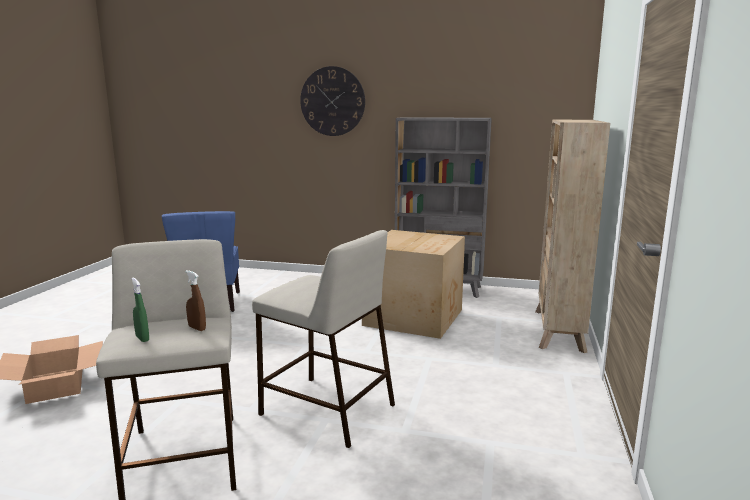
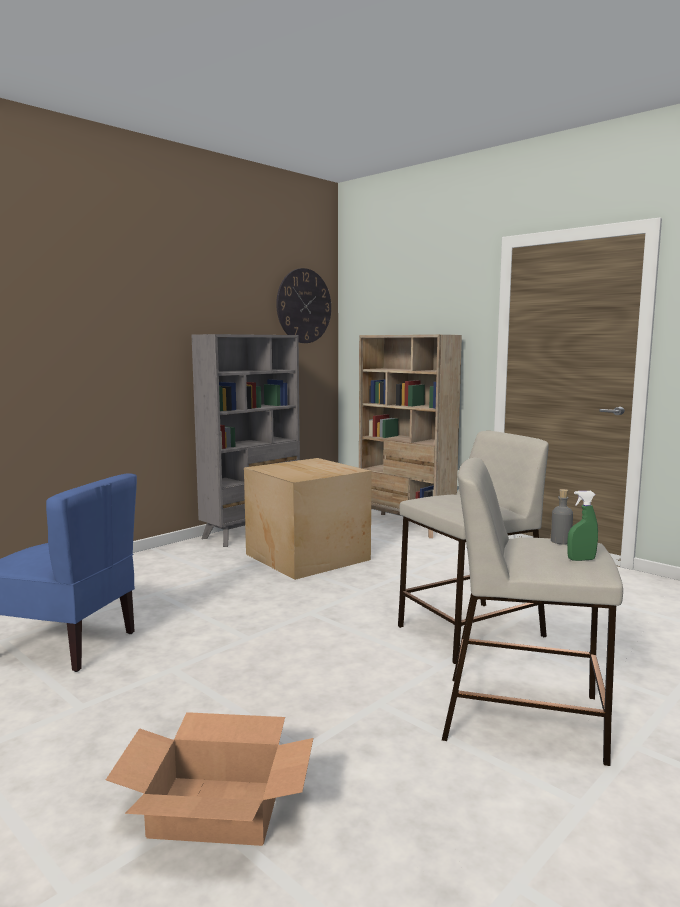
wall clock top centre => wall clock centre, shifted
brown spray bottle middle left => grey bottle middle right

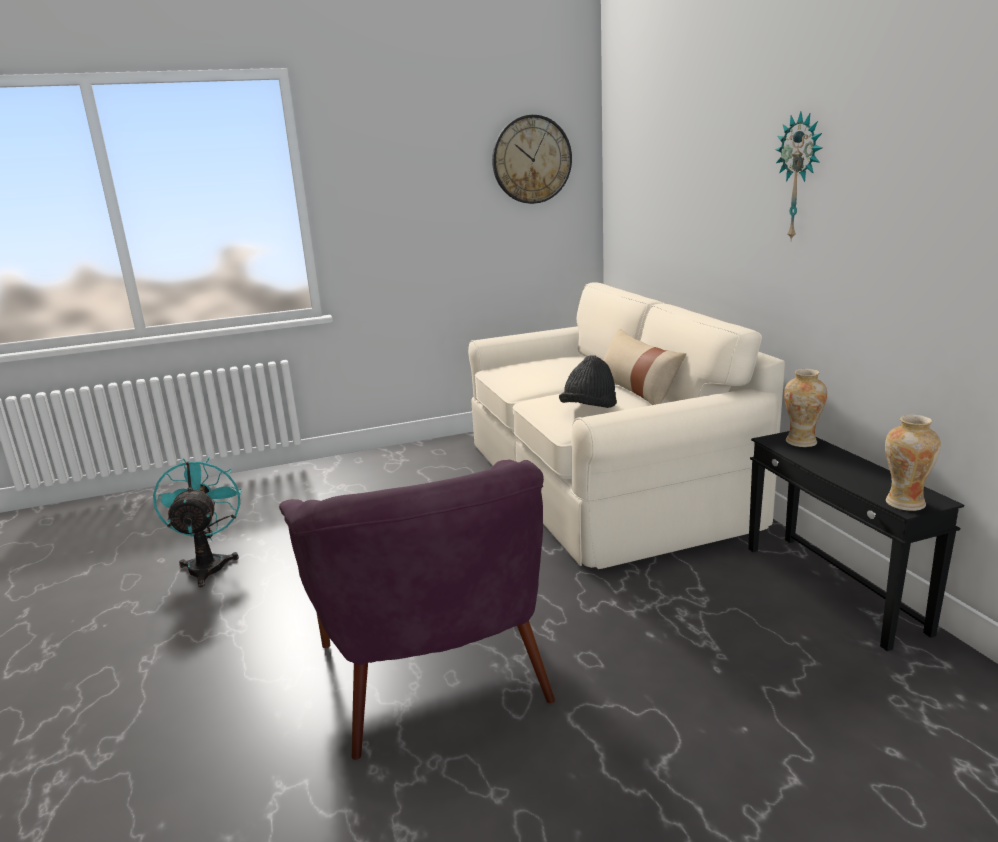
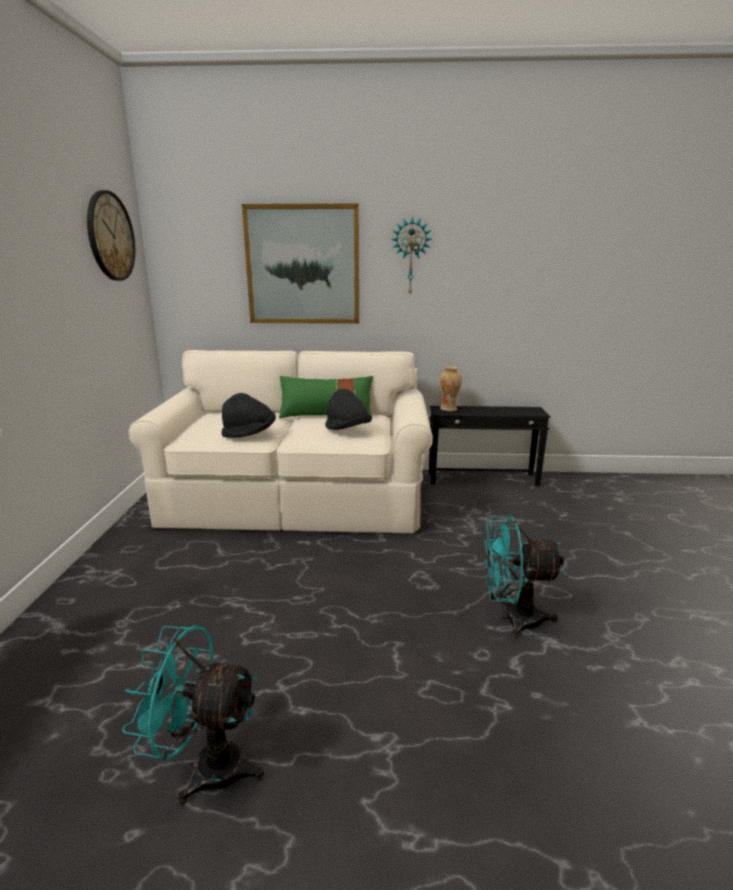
nothing => black hat (no. 1 from left) centre
nothing => picture top centre
beige pillow centre => green pillow centre
purple armchair bottom centre => turquoise fan (no. 2 from left) middle right
vase (no. 2 from left) middle right => nothing

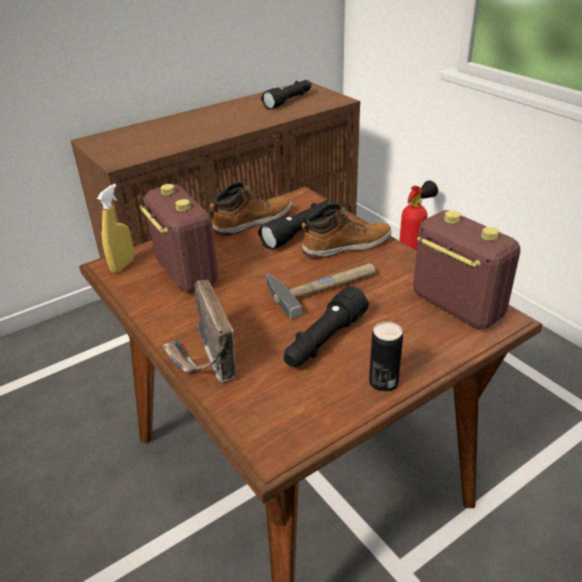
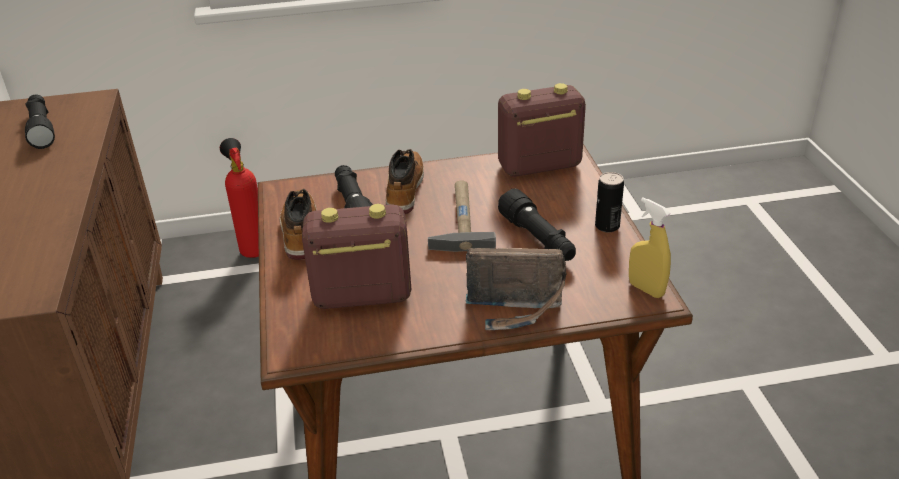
yellow spray bottle middle left => yellow spray bottle middle right, shifted

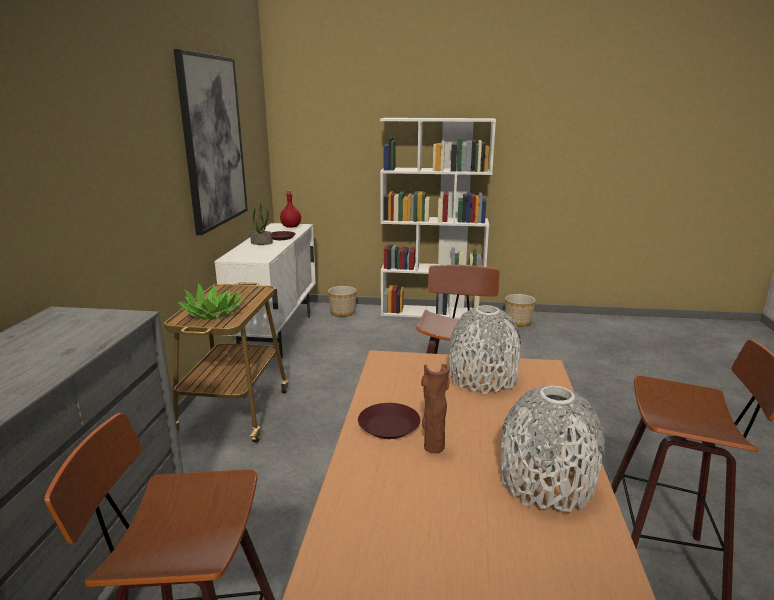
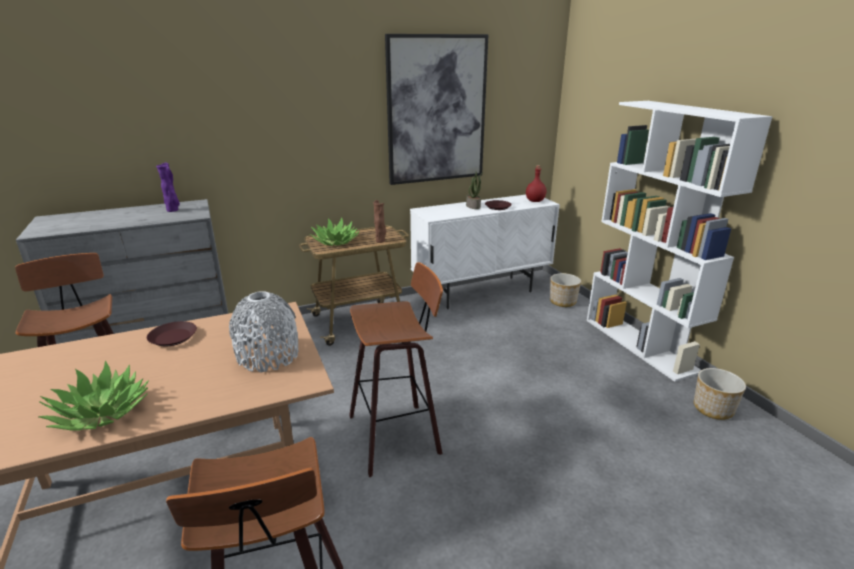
grey vase (no. 2 from left) bottom right => potted plant (no. 1 from left) bottom left
nothing => purple vase top left
brown vase bottom centre => brown vase centre, shifted

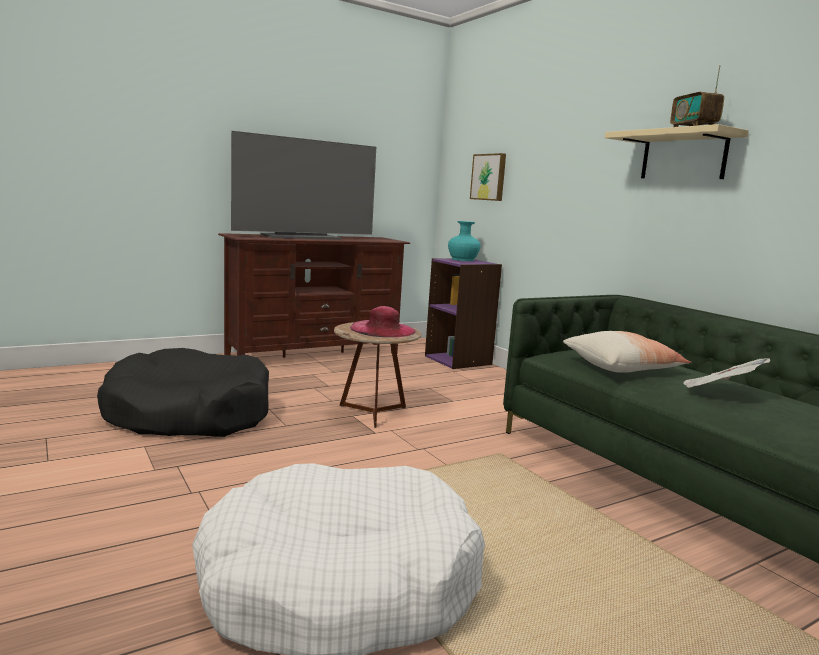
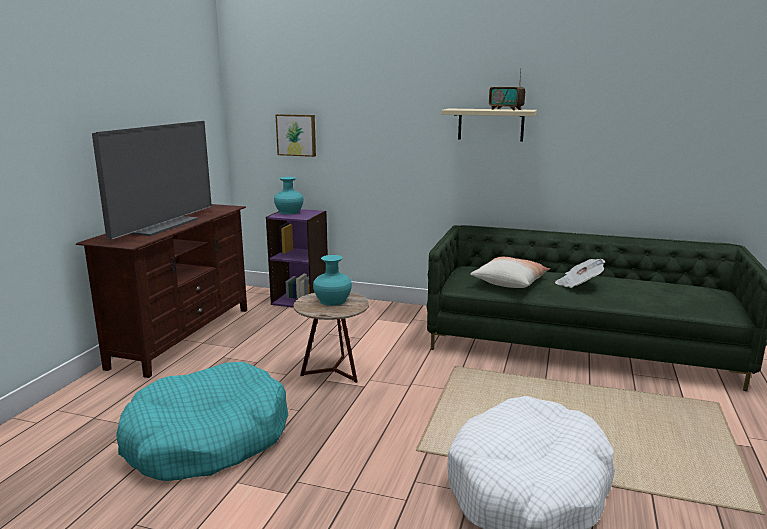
black dog bed middle left => turquoise dog bed bottom left
pink hat centre => turquoise vase (no. 2 from left) centre

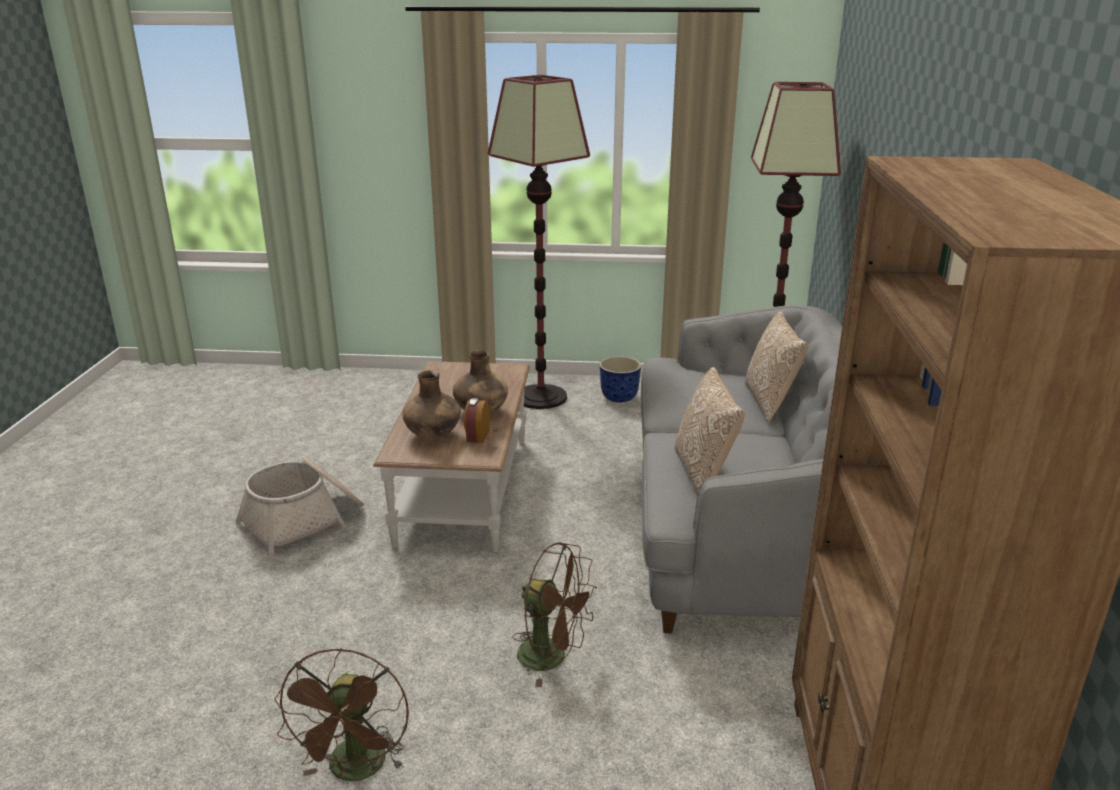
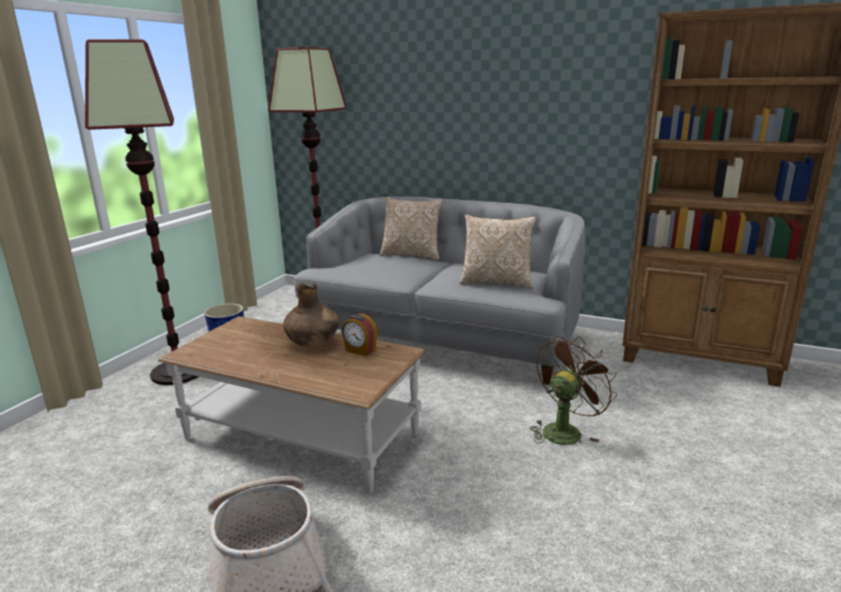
brown fan (no. 1 from left) bottom left => nothing
brown vase (no. 1 from left) centre => nothing

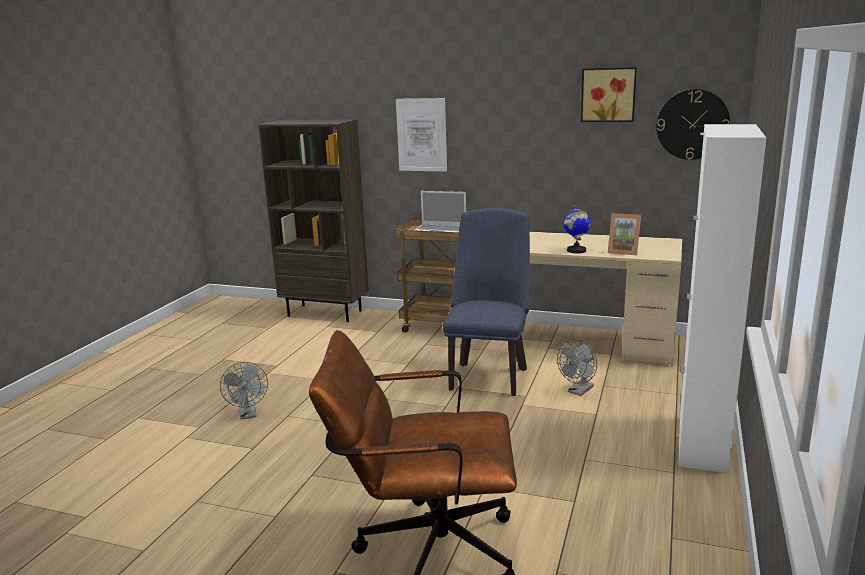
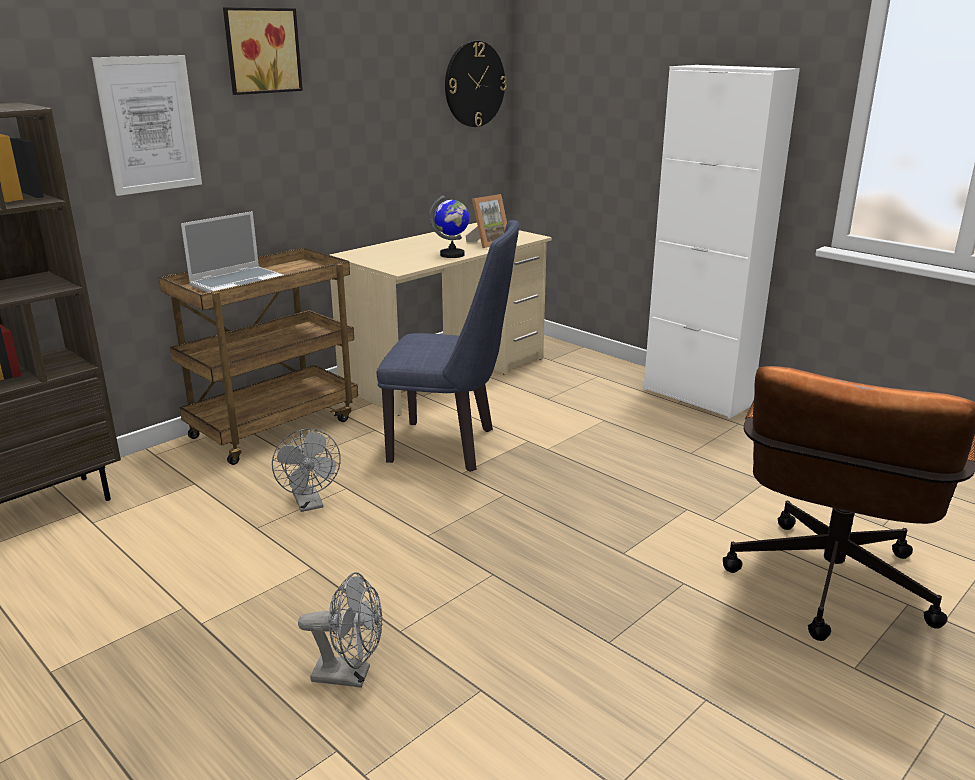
picture (no. 2 from left) top right => picture (no. 2 from left) top left, shifted
grey fan (no. 2 from left in the first image) middle right => grey fan (no. 1 from left) middle left, shifted
blue chair centre, 150 degrees clockwise

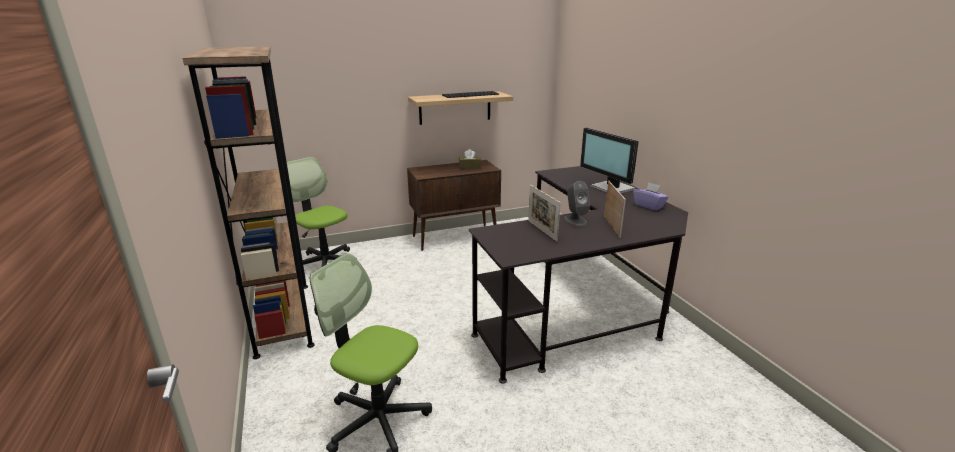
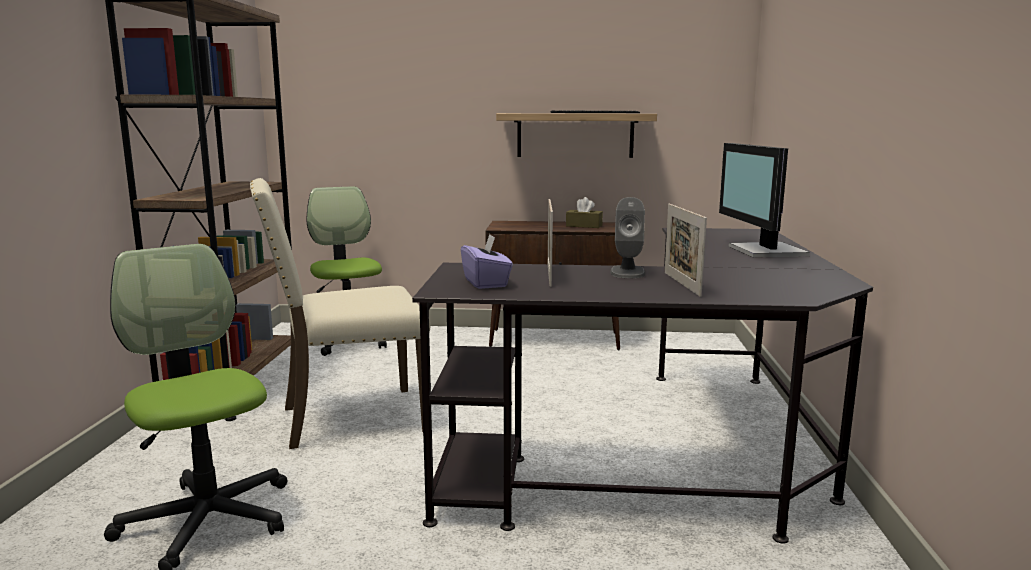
nothing => beige chair middle left
purple tissue box middle right => purple tissue box centre, shifted
picture frame (no. 2 from left) centre, 150 degrees clockwise

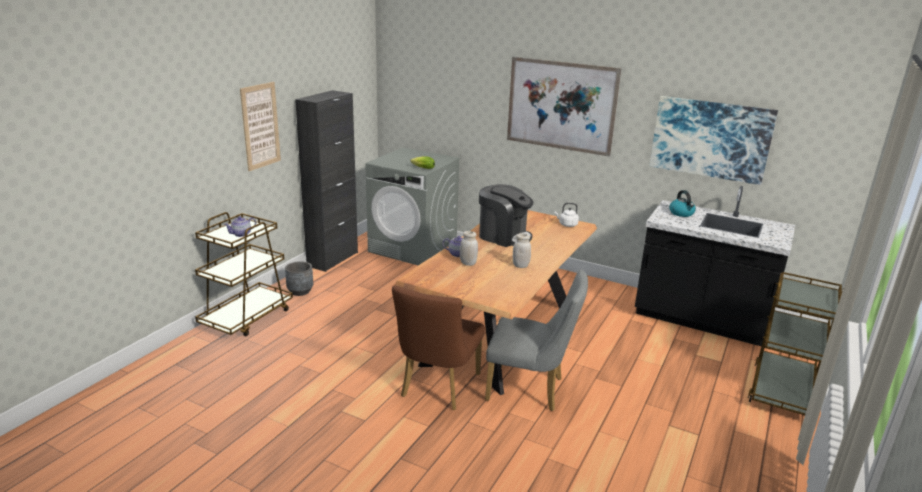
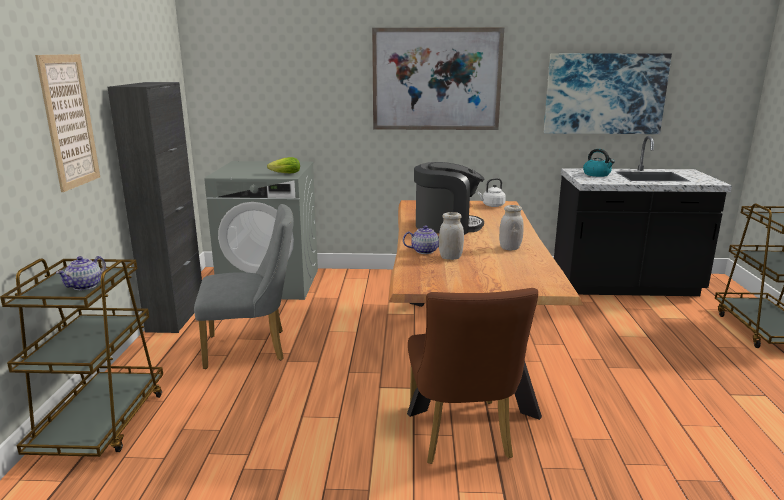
grey chair bottom centre => grey chair middle left, shifted
grey planter middle left => nothing

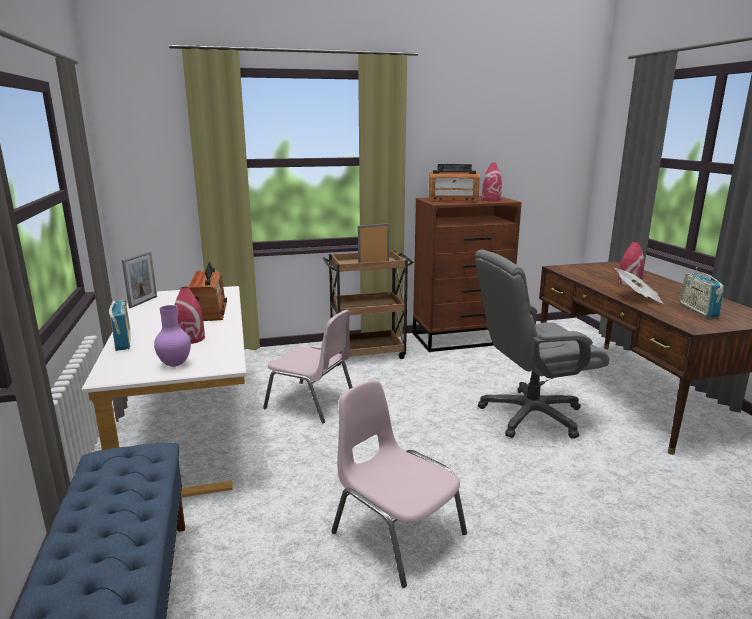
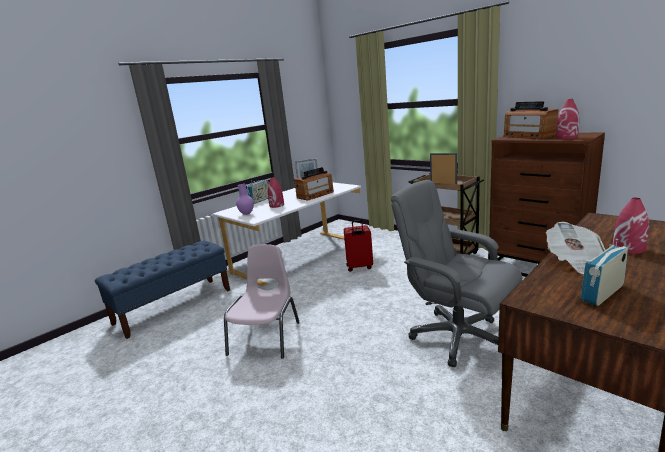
pink chair (no. 1 from left) centre => red suitcase centre

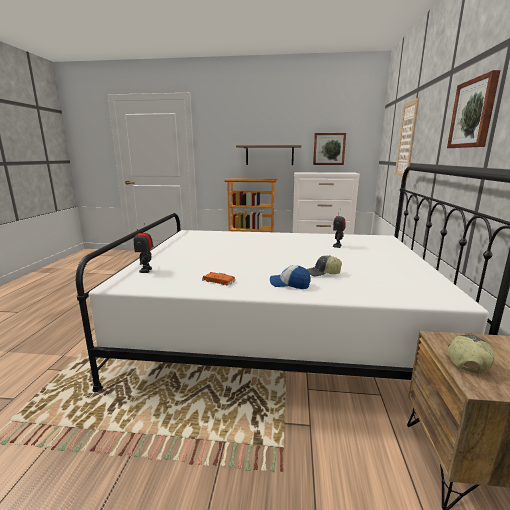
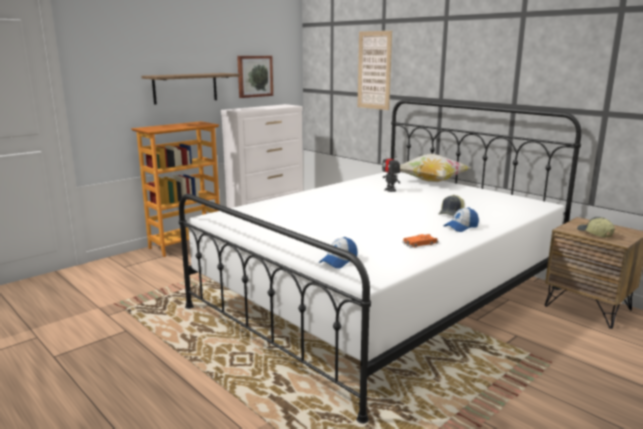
toy robot (no. 1 from left) middle left => cap (no. 1 from left) centre
nothing => pillow middle right
picture (no. 3 from left) top right => nothing

